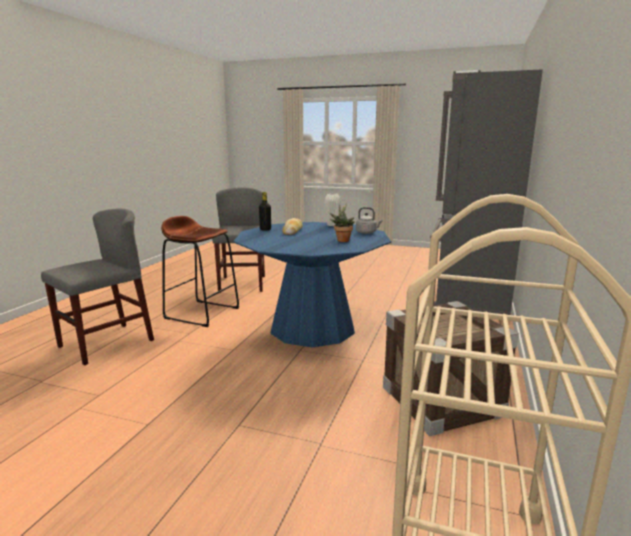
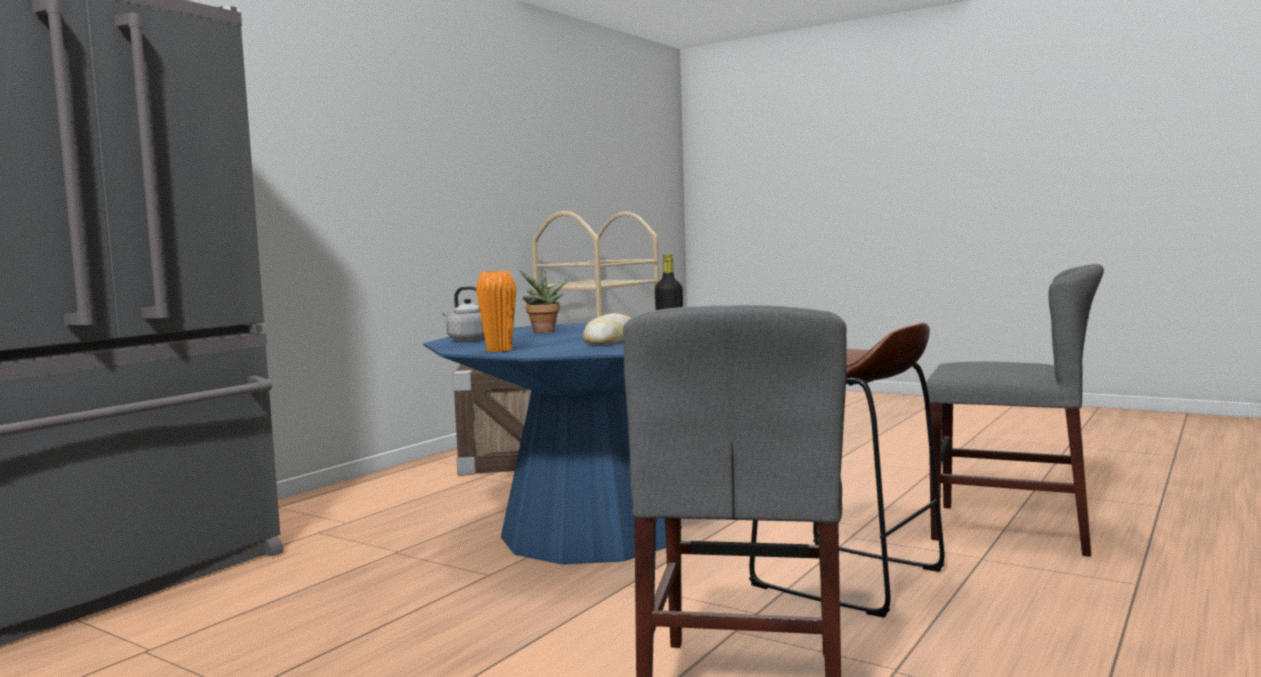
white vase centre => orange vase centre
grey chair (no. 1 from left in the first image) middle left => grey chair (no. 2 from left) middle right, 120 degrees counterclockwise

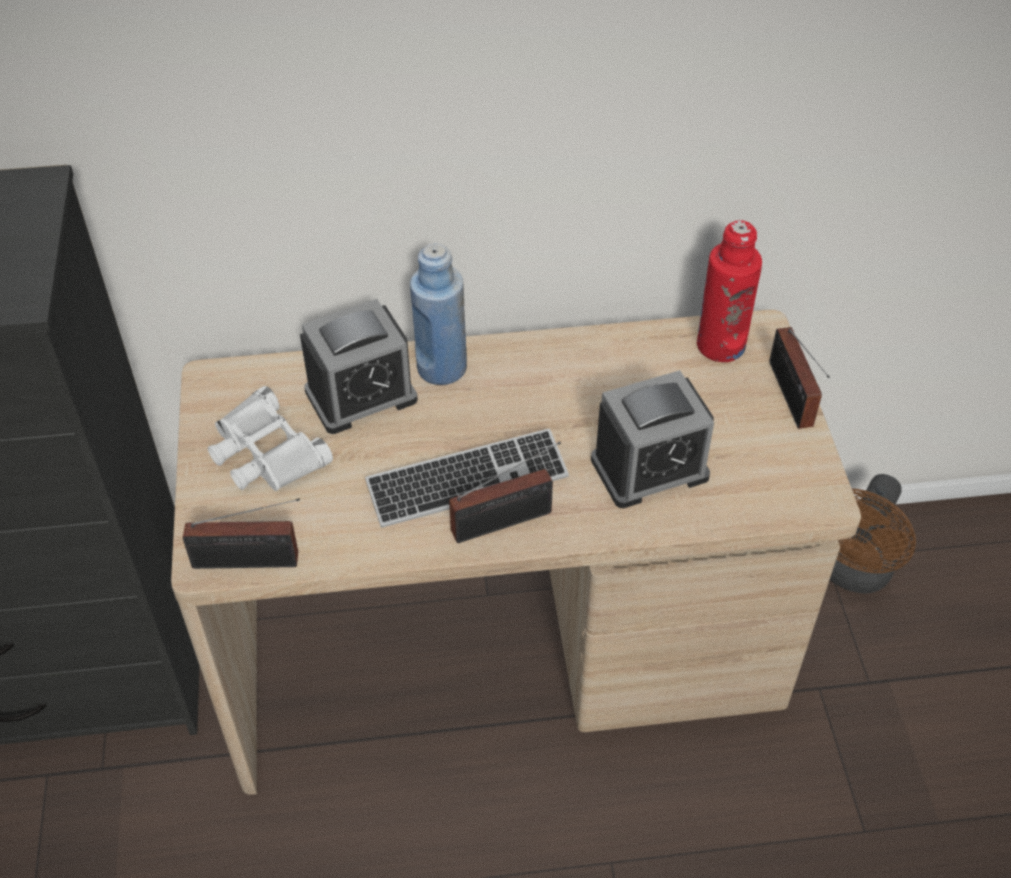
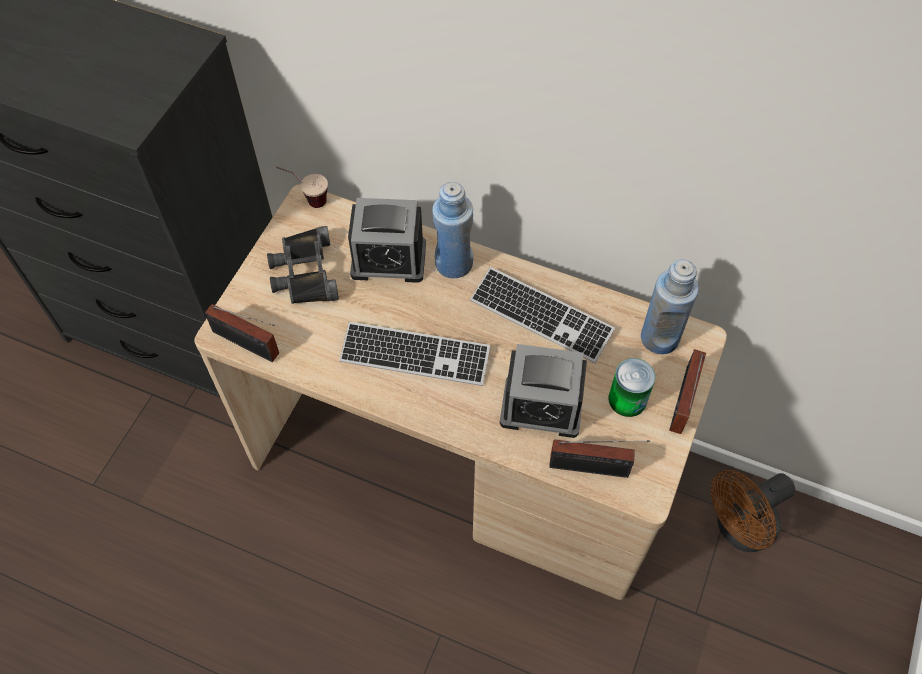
white binoculars middle left => black binoculars middle left
nothing => cup top left
nothing => keyboard (no. 2 from left) centre
radio (no. 2 from left) centre => radio (no. 2 from left) bottom centre, shifted
nothing => can middle right
red bottle top right => blue bottle (no. 2 from left) middle right

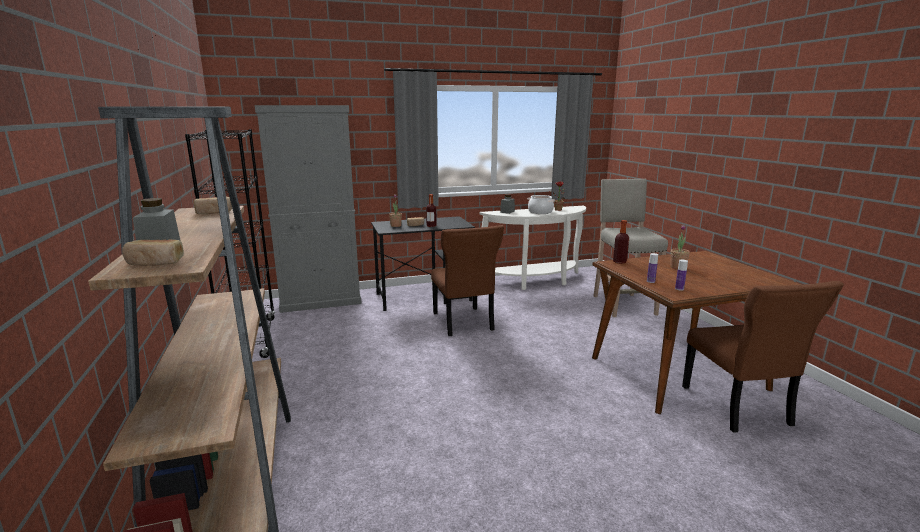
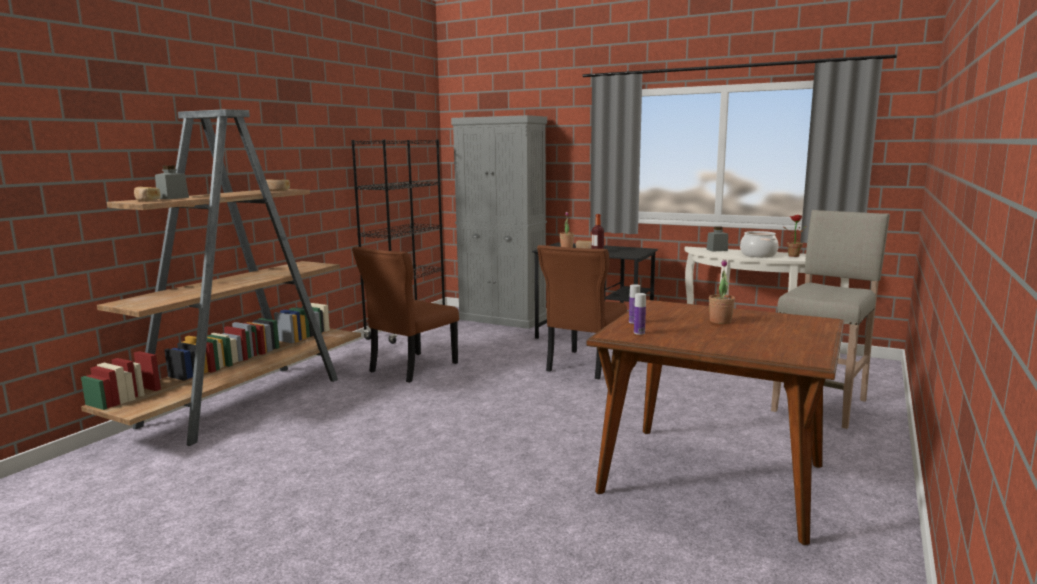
brown chair (no. 2 from left in the first image) bottom right => brown chair (no. 1 from left) centre, shifted
bottle (no. 2 from left) middle right => nothing

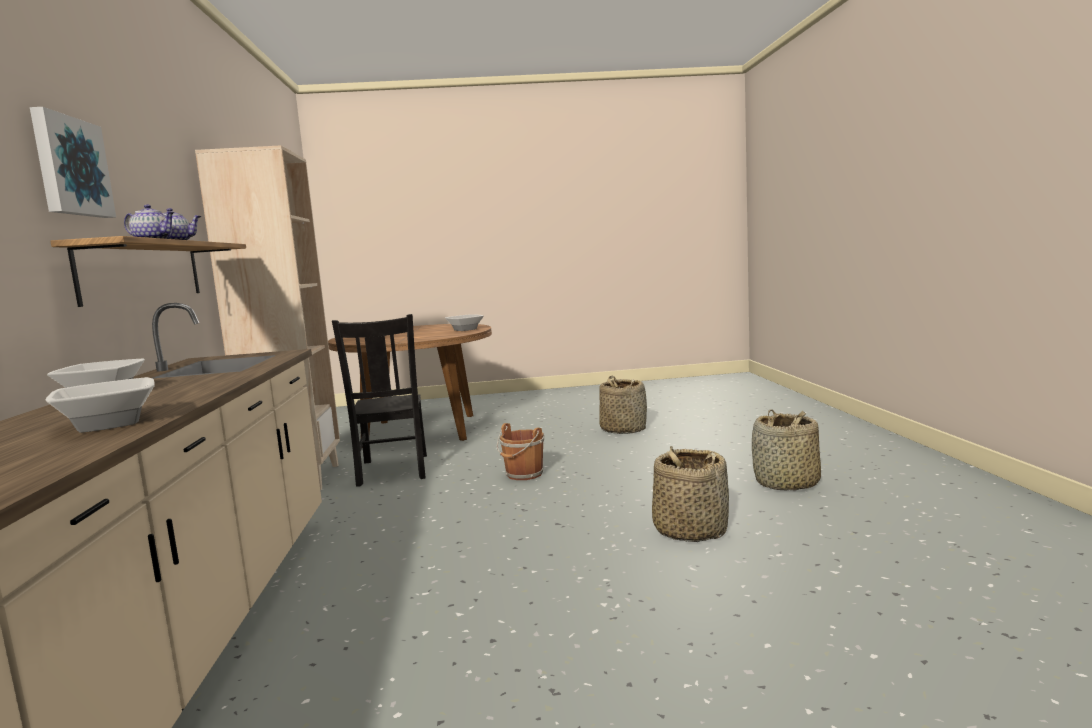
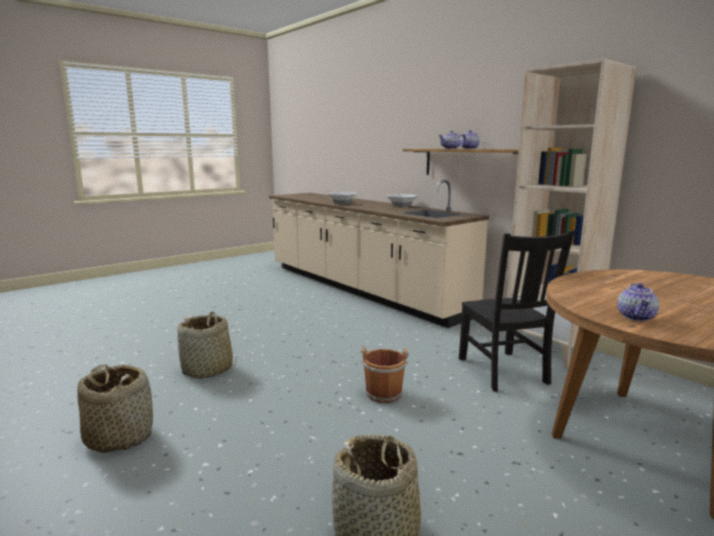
black chair centre => black chair middle right, 150 degrees counterclockwise
bowl (no. 3 from left) centre => teapot (no. 3 from left) middle right
picture top left => nothing

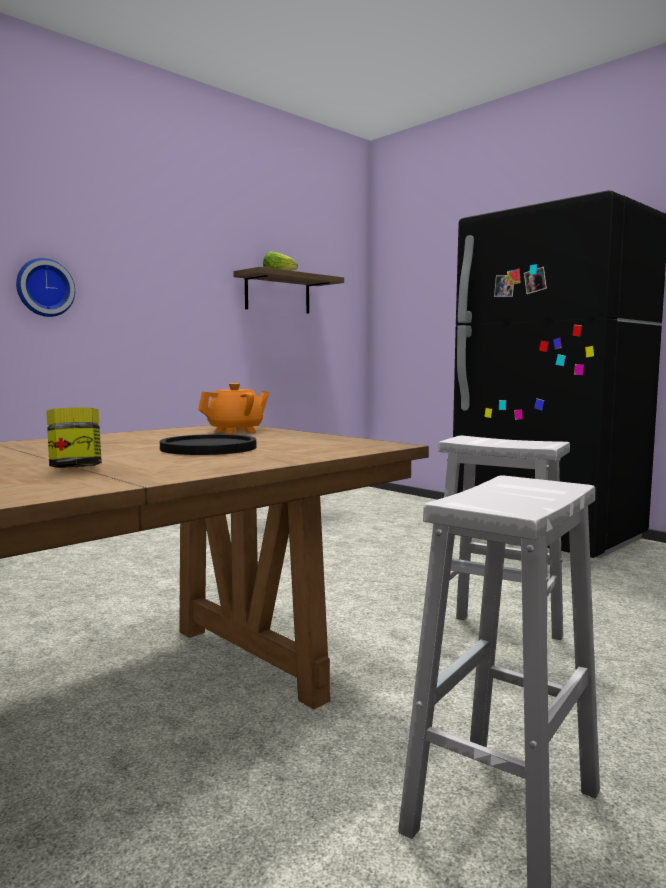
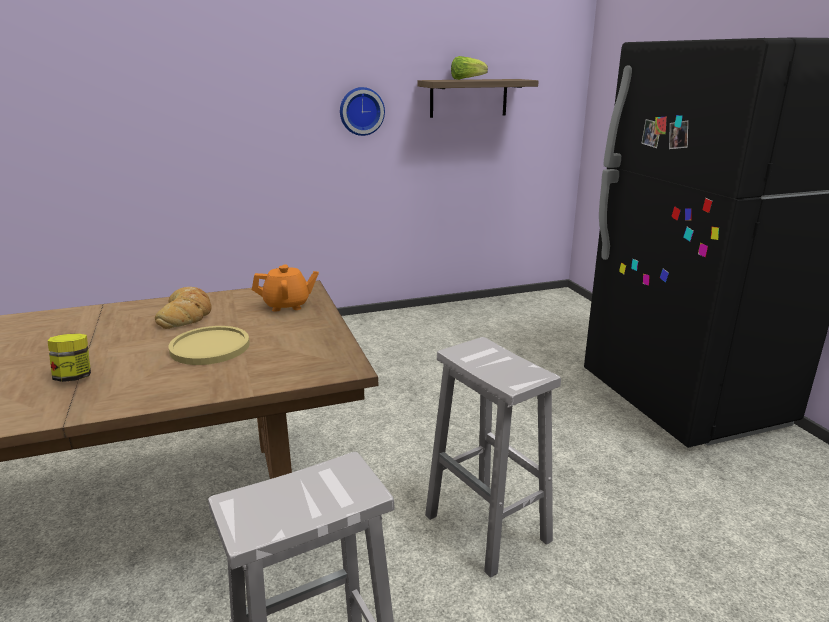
nothing => bread middle left
black plate middle left => yellow plate middle left
wall clock top left => wall clock top centre, shifted

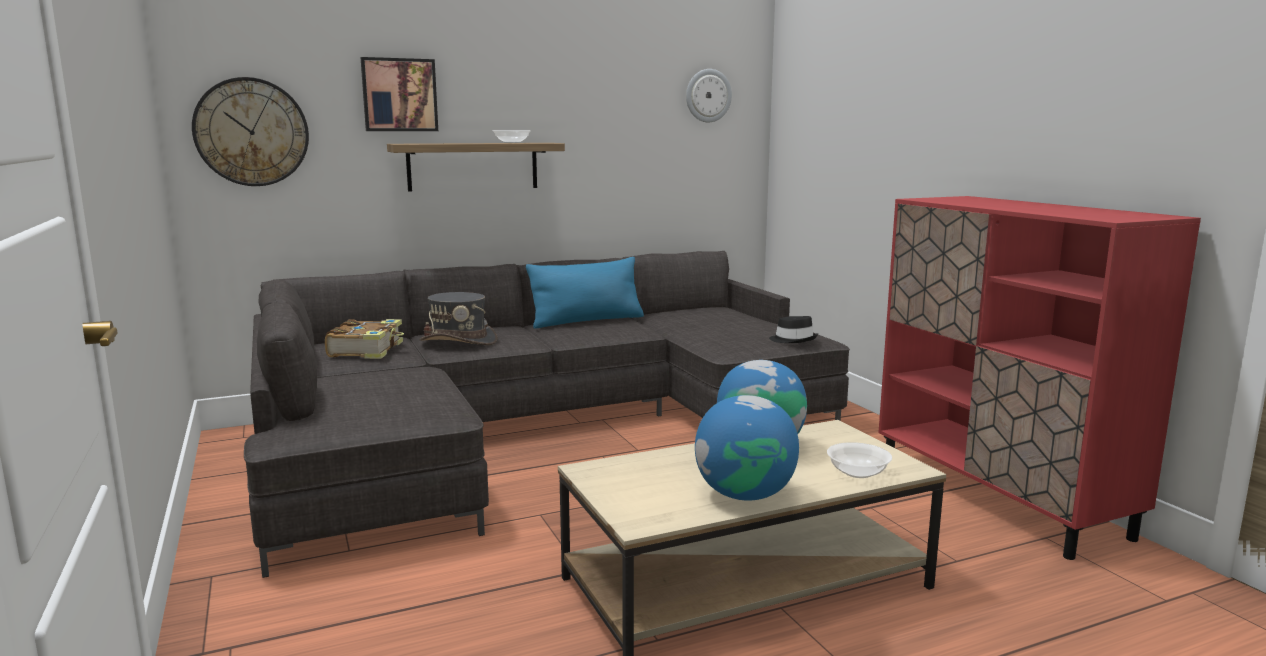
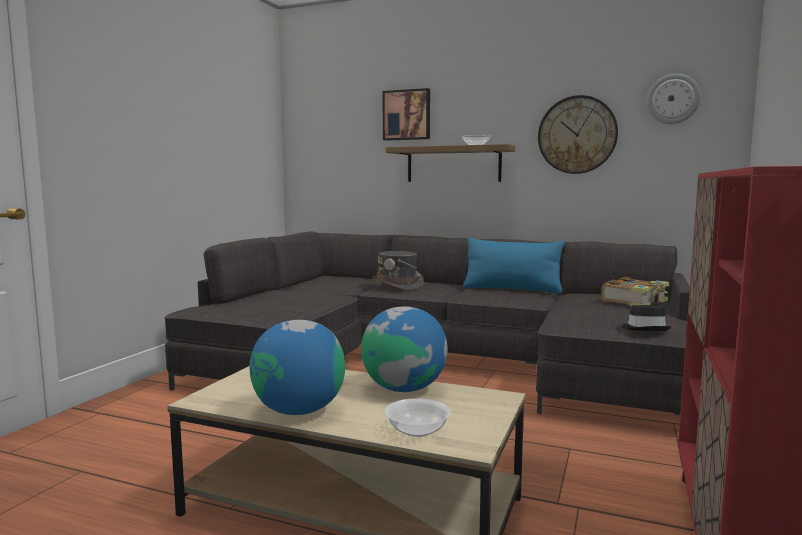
wall clock (no. 1 from left) top left => wall clock (no. 1 from left) top right, shifted
book middle left => book middle right, shifted

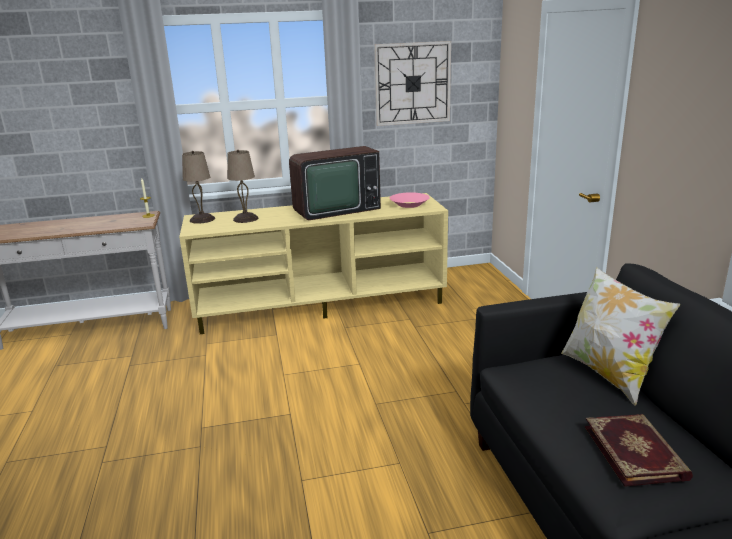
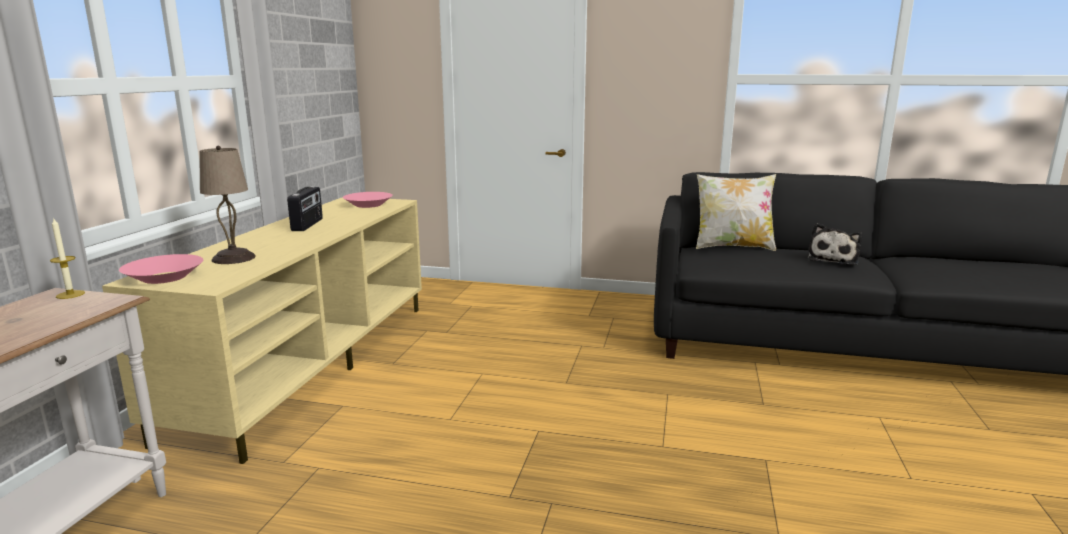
beige table lamp (no. 1 from left) middle left => pink bowl (no. 1 from left) middle left
television centre => radio middle left
book bottom right => plush toy middle right
wall clock top centre => nothing

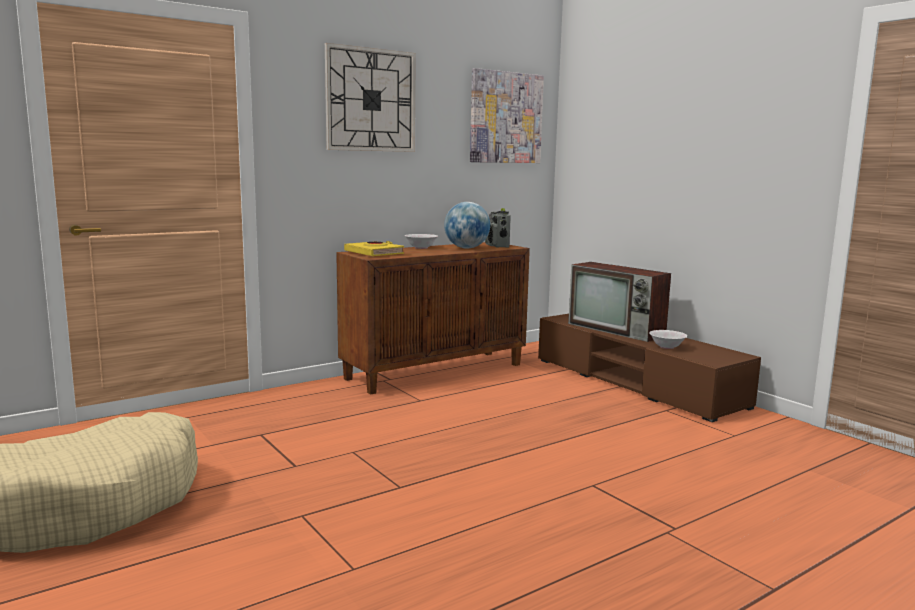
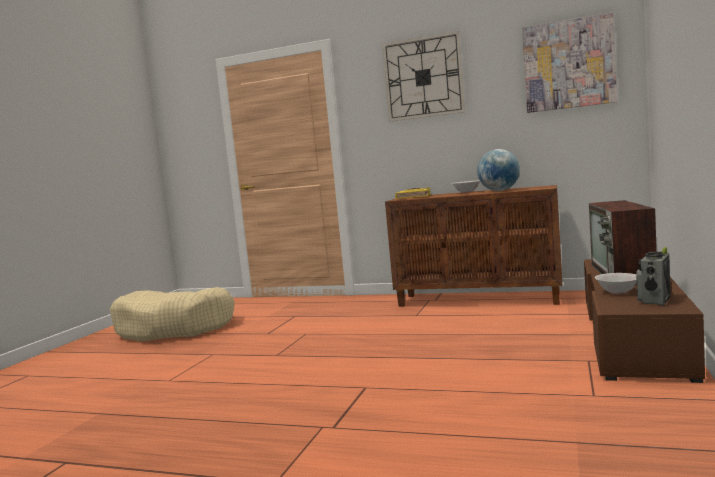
radio centre => radio middle right, shifted

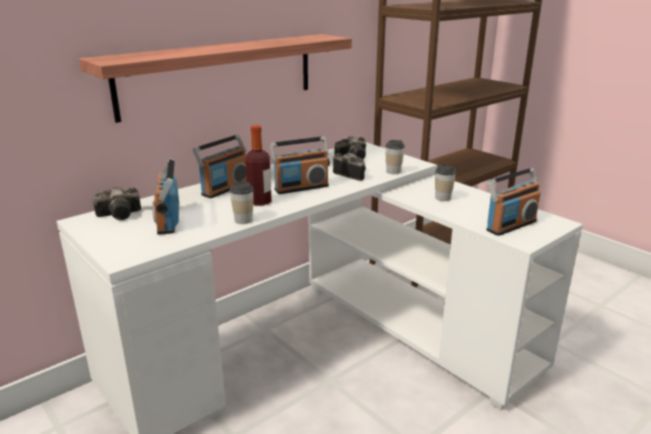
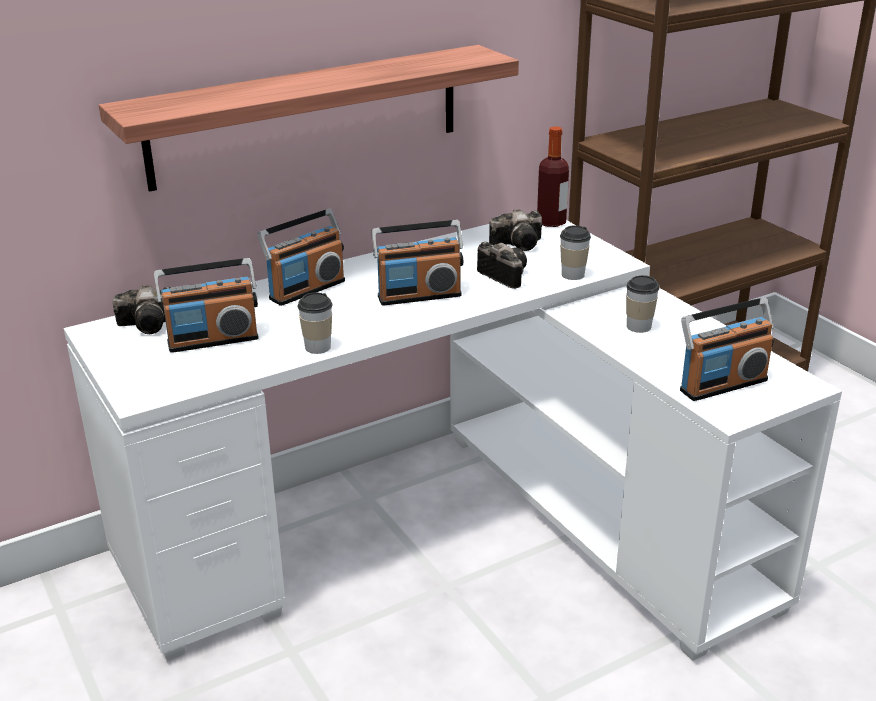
radio (no. 1 from left) middle left, 105 degrees counterclockwise
bottle centre => bottle top centre, shifted

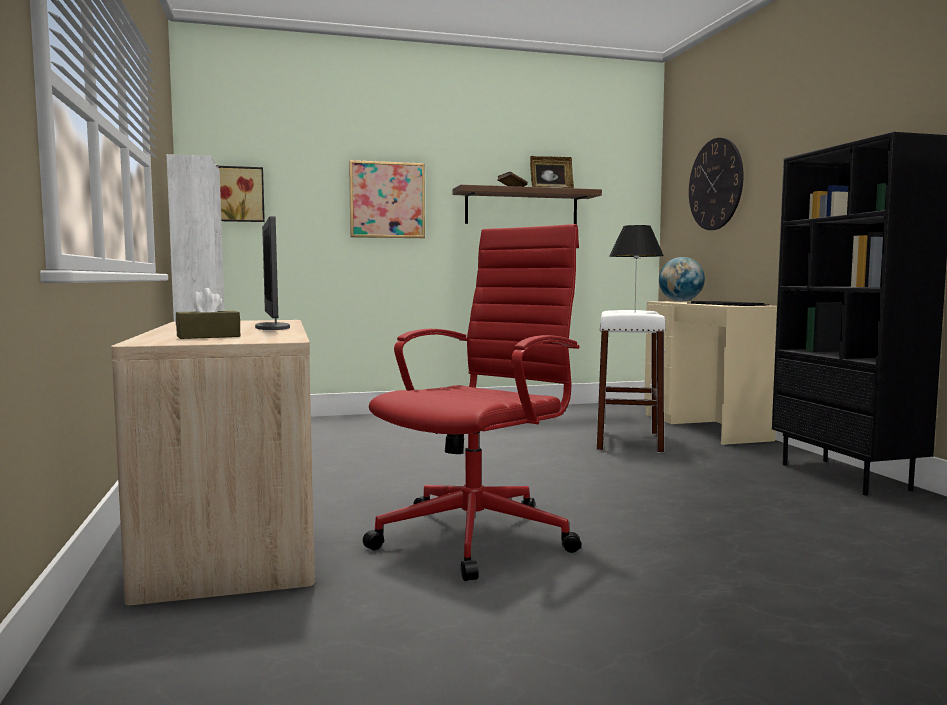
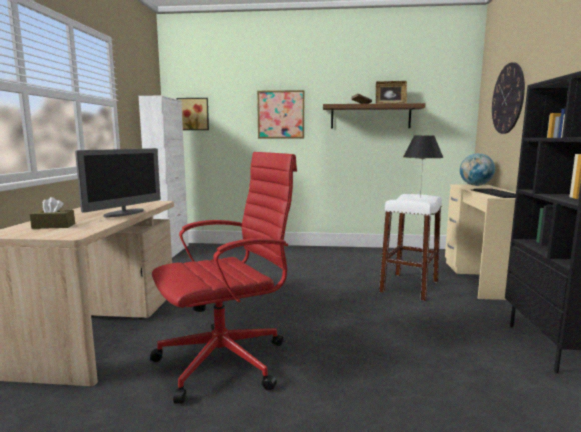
monitor middle left, 150 degrees counterclockwise

